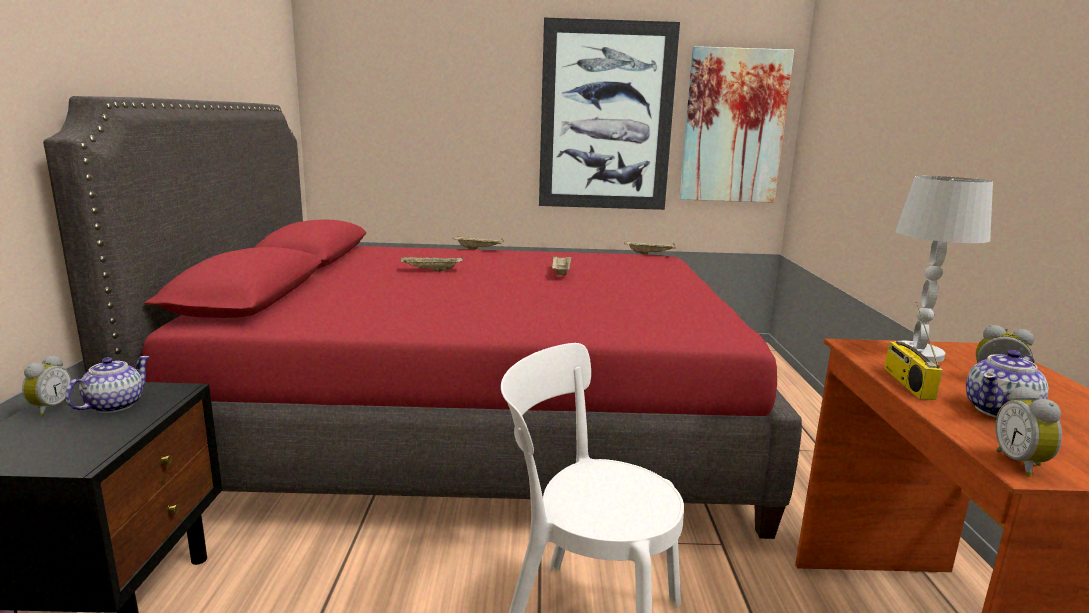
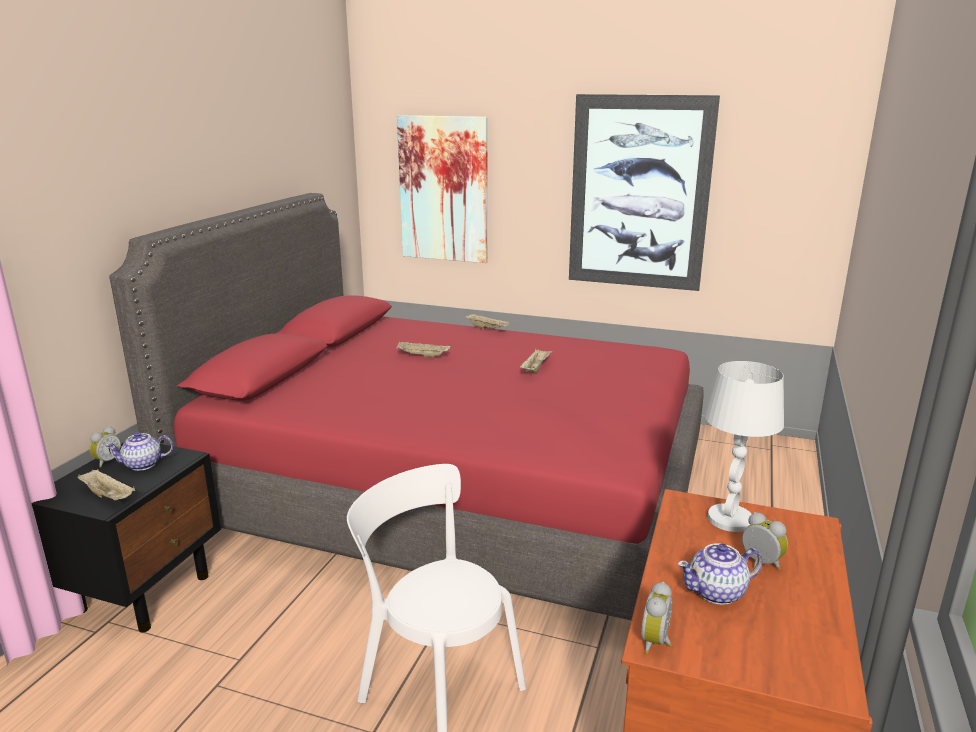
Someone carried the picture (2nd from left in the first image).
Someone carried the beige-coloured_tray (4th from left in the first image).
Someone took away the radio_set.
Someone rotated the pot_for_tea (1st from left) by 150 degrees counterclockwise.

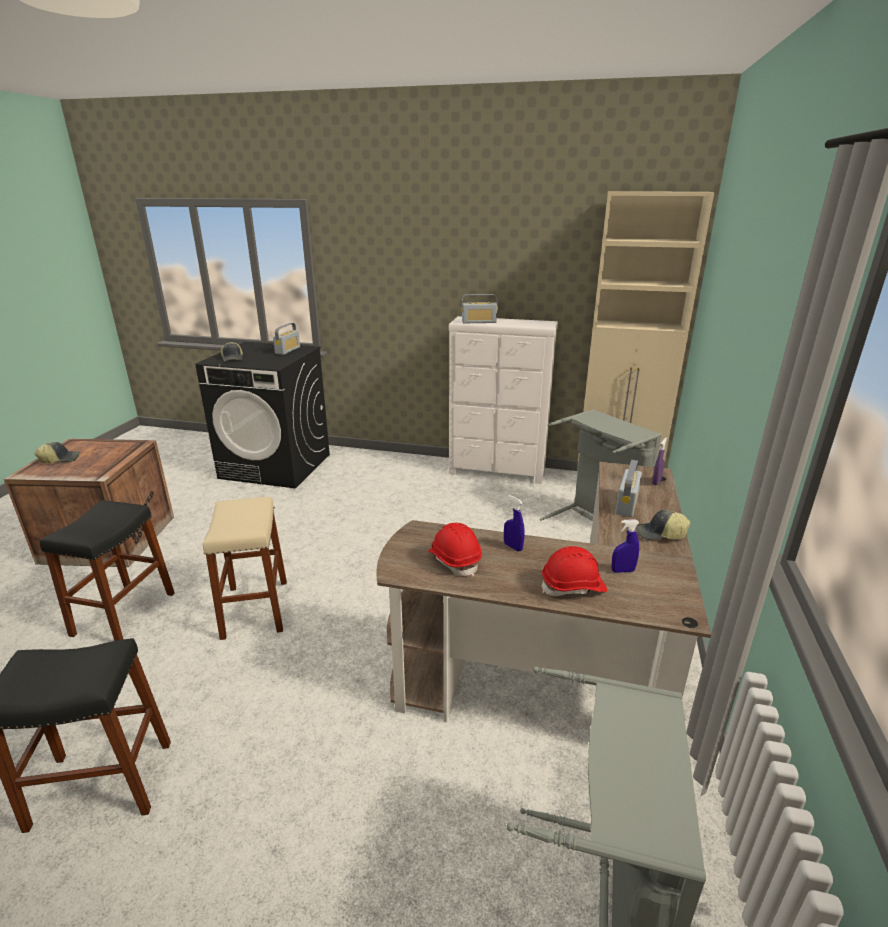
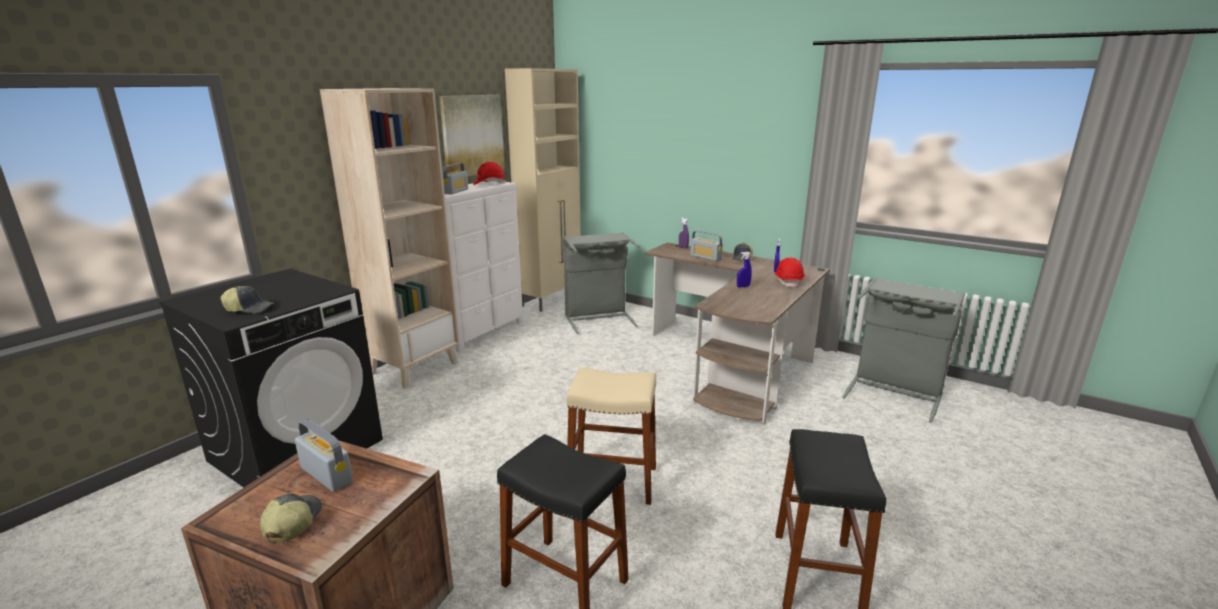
Someone carried the radio_set (1st from left).
Someone carried the reddish_work_helmet (1st from left).
Someone put down the beige-coloured_bookshelf.
Someone put up the picture.

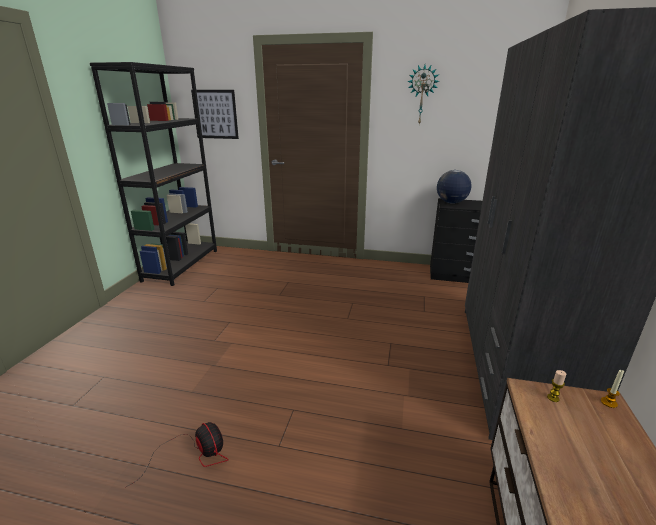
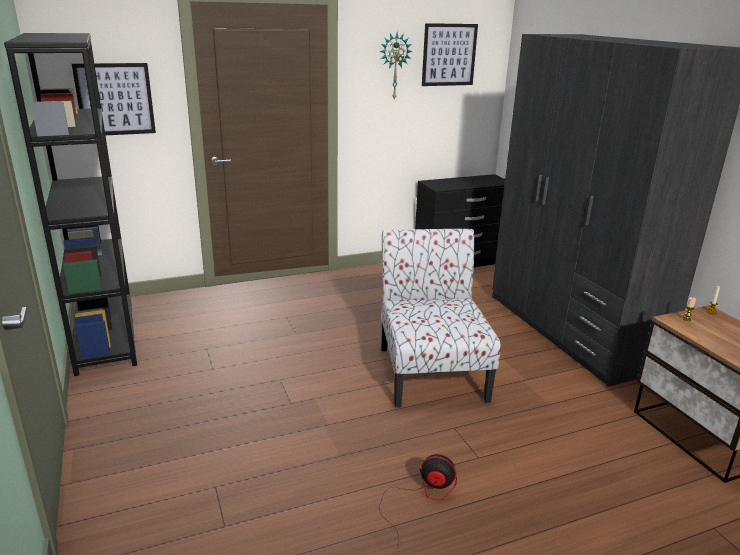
Someone took away the globe.
Someone put up the picture (2nd from left).
Someone put down the plain_chair.

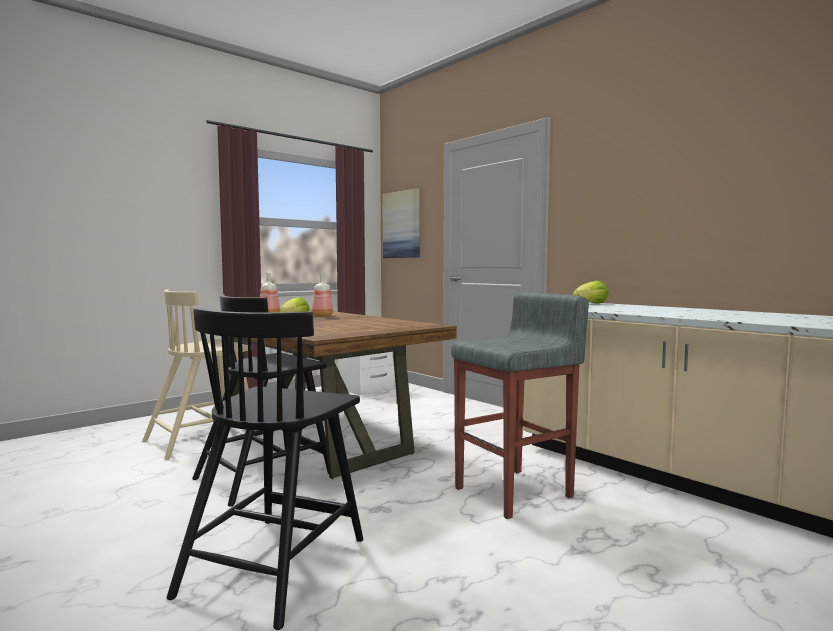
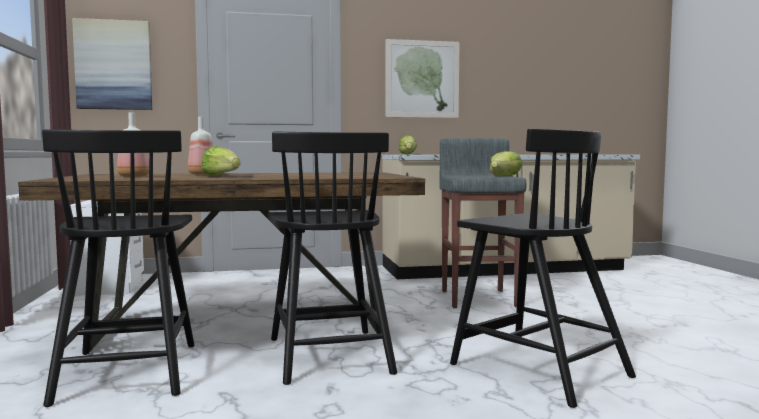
Someone repainted the beige-coloured_plain_chair, which became the black_plain_chair (1st from left).
Someone put up the picture (2nd from left).
Someone put down the head_of_lettuce (3rd from left).

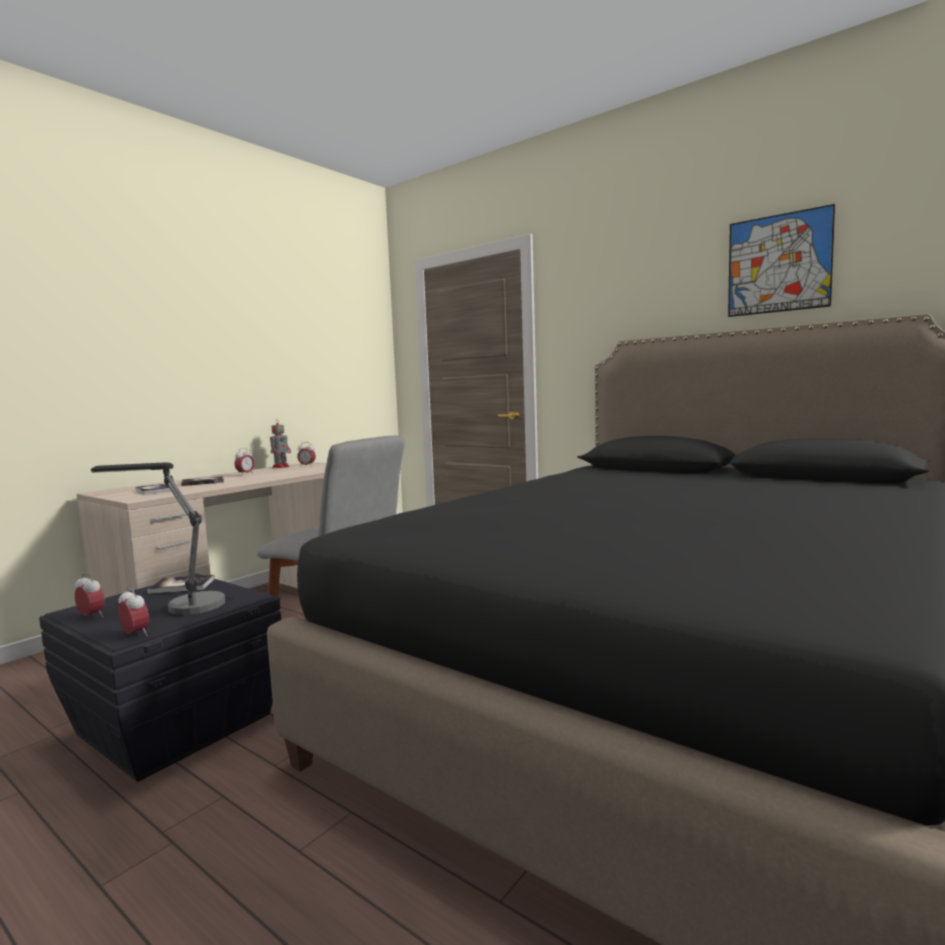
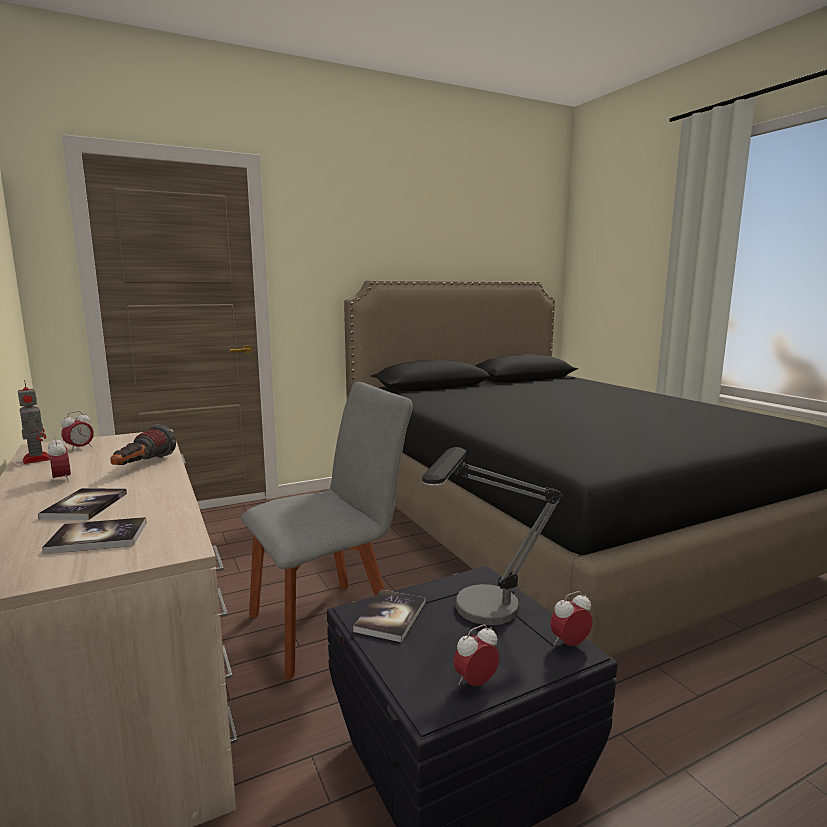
Someone took away the picture.
Someone put down the torch.

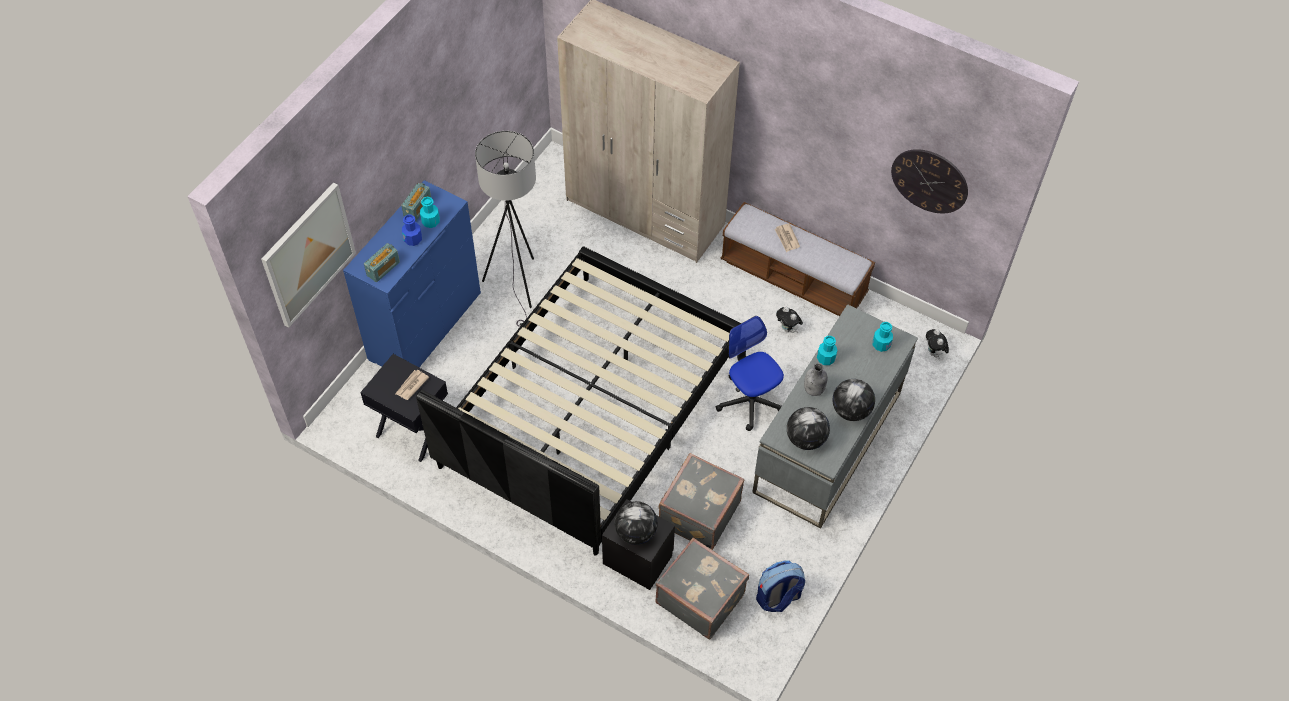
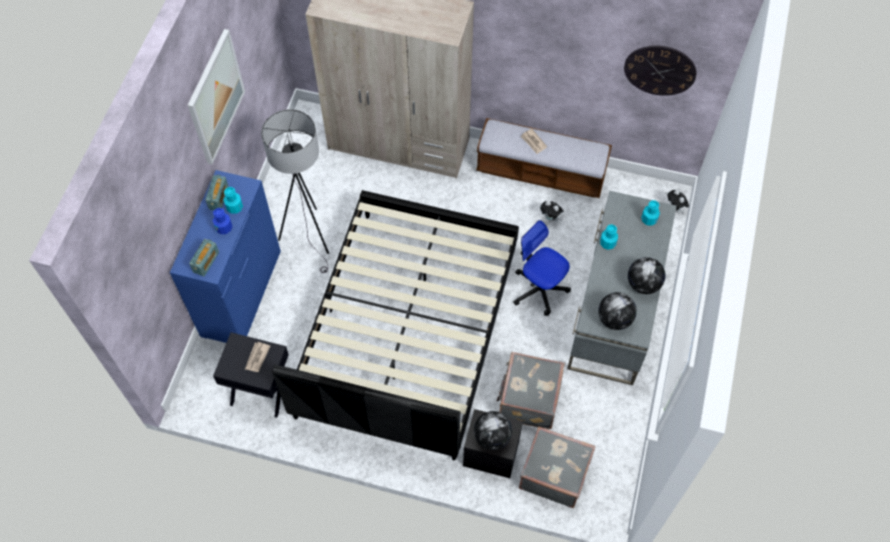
Someone carried the picture.
Someone took away the gray_bottle.
Someone took away the knapsack.

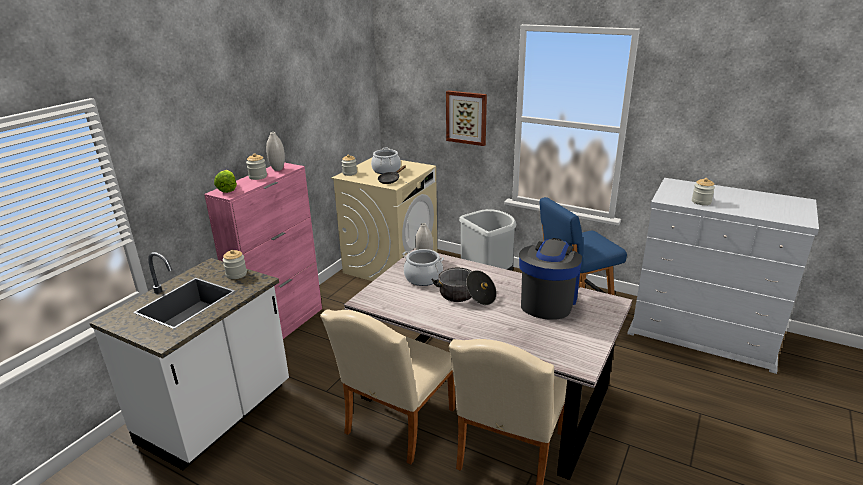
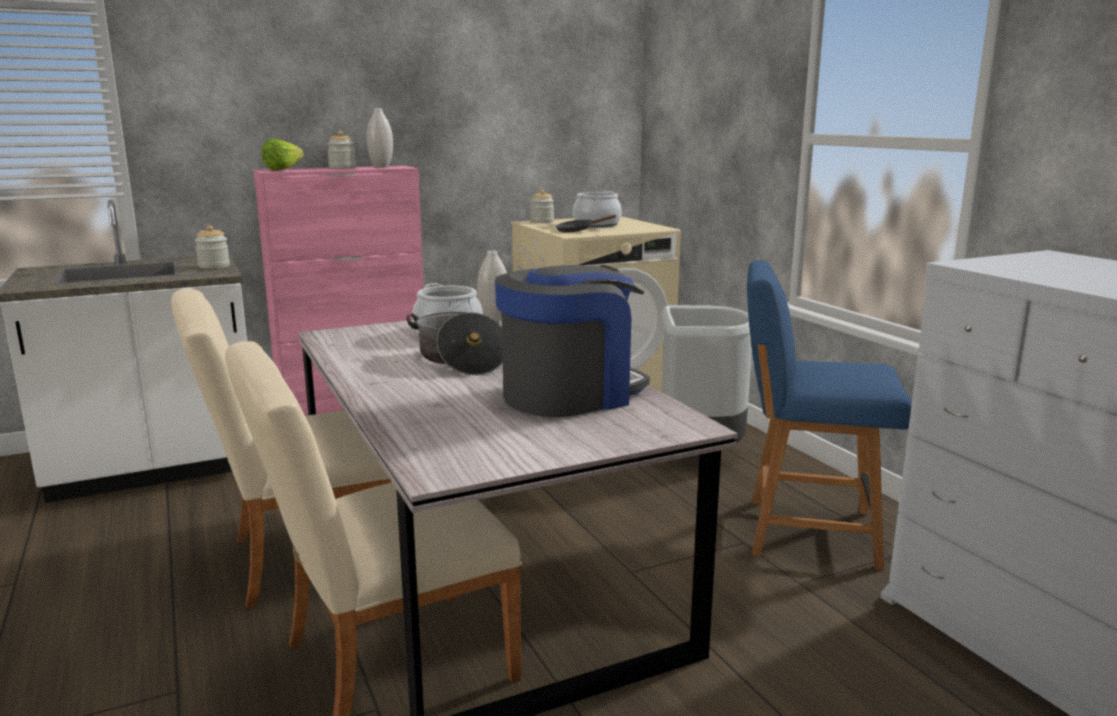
Someone took away the picture.
Someone took away the storage_jar (4th from left).

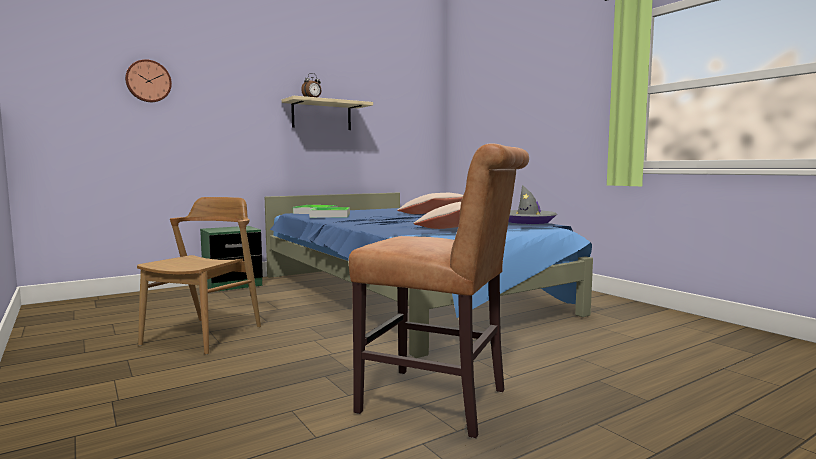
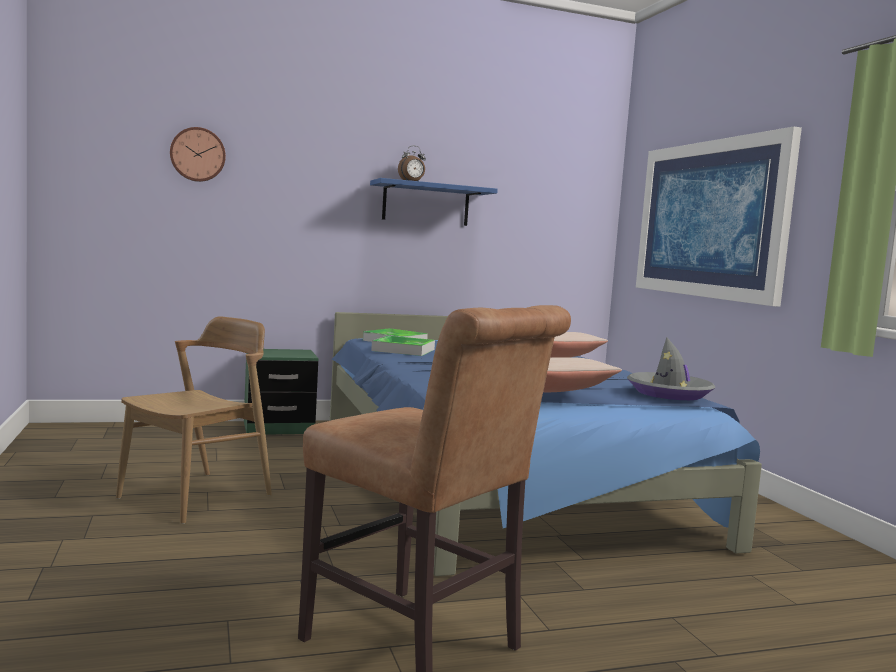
Someone repainted the beige-coloured_wall_shelf, which became the bluish_wall_shelf.
Someone put up the picture.

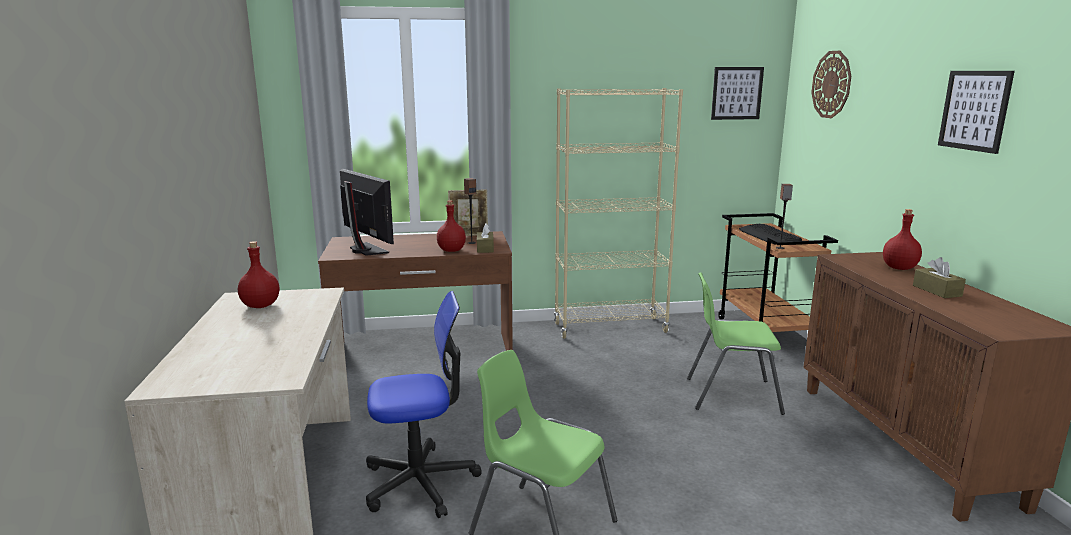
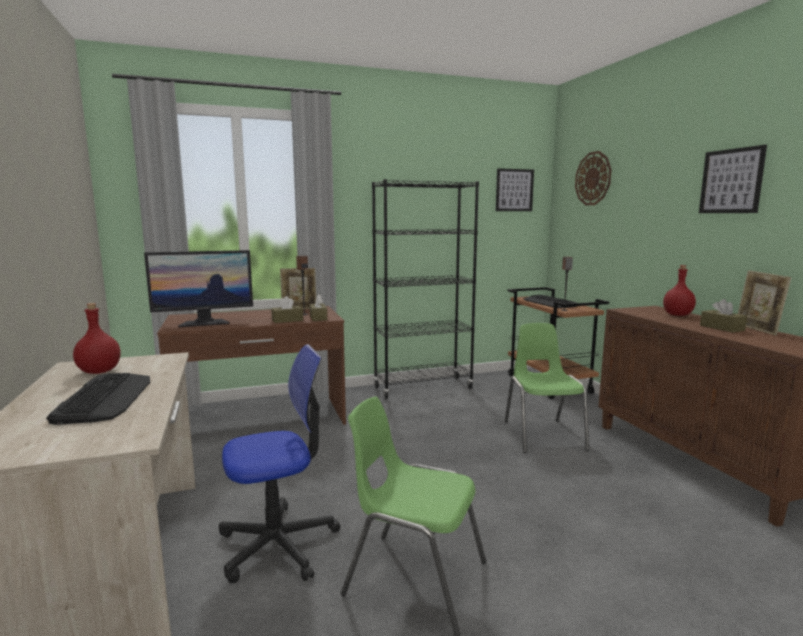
Someone repainted the beige-coloured_bookshelf, which became the black_bookshelf.
Someone rotated the computer_screen by 120 degrees clockwise.
Someone swapped the reddish_bottle (2nd from left) for the brown-coloured_tissue_box (1st from left).
Someone rotated the green_plain_chair (2nd from left) by 90 degrees clockwise.
Someone put down the photo_frame (2nd from left).
Someone put down the PC_keyboard (1st from left).

